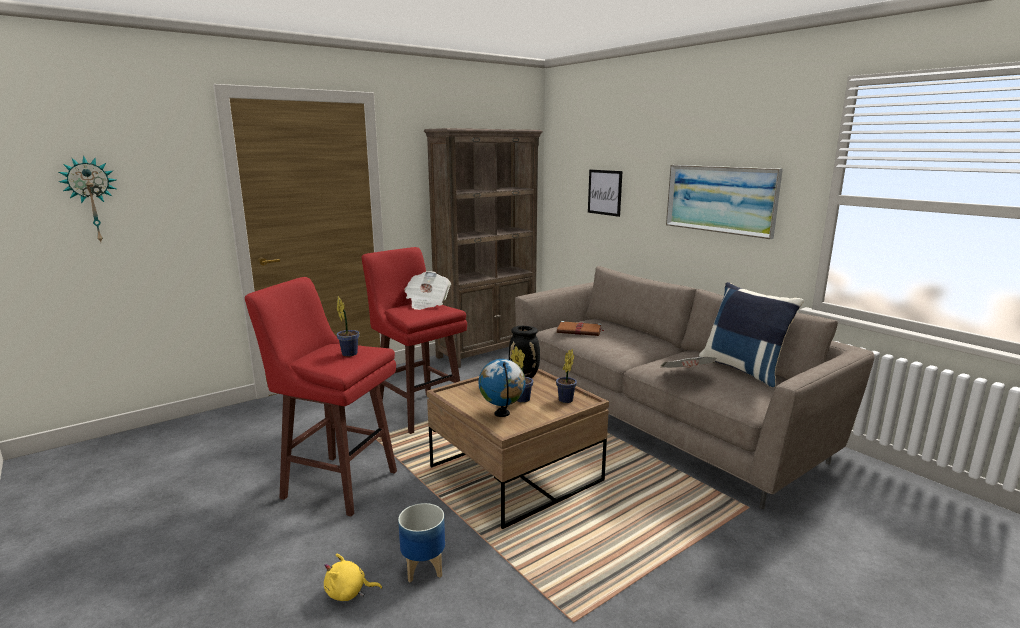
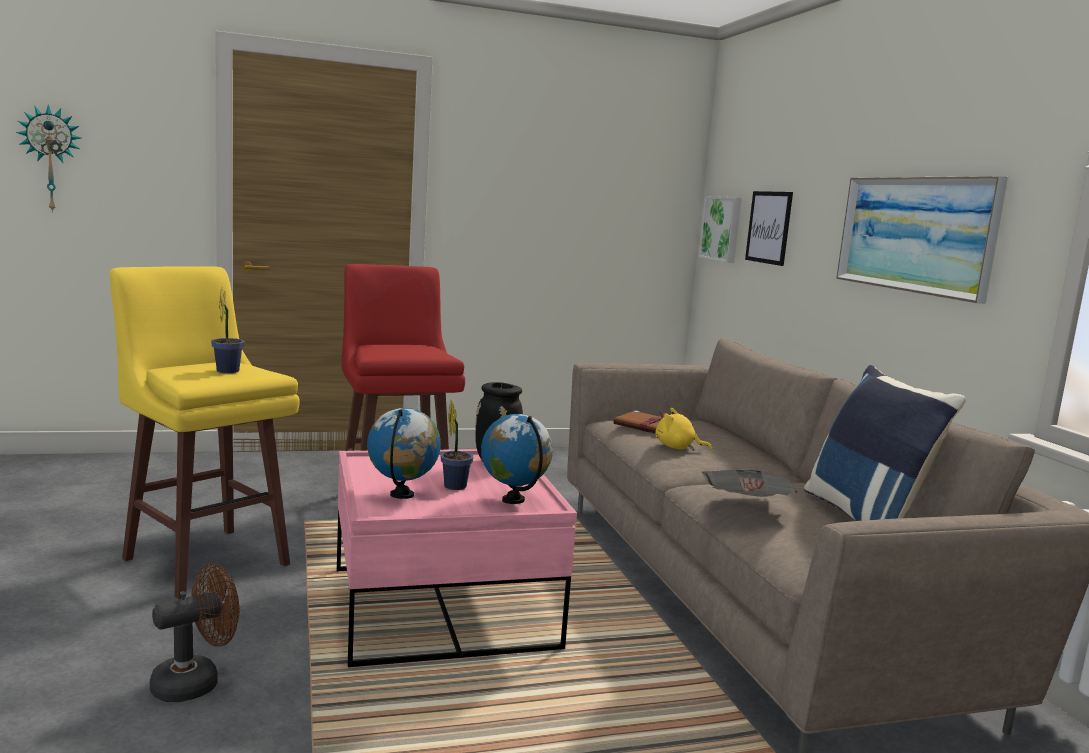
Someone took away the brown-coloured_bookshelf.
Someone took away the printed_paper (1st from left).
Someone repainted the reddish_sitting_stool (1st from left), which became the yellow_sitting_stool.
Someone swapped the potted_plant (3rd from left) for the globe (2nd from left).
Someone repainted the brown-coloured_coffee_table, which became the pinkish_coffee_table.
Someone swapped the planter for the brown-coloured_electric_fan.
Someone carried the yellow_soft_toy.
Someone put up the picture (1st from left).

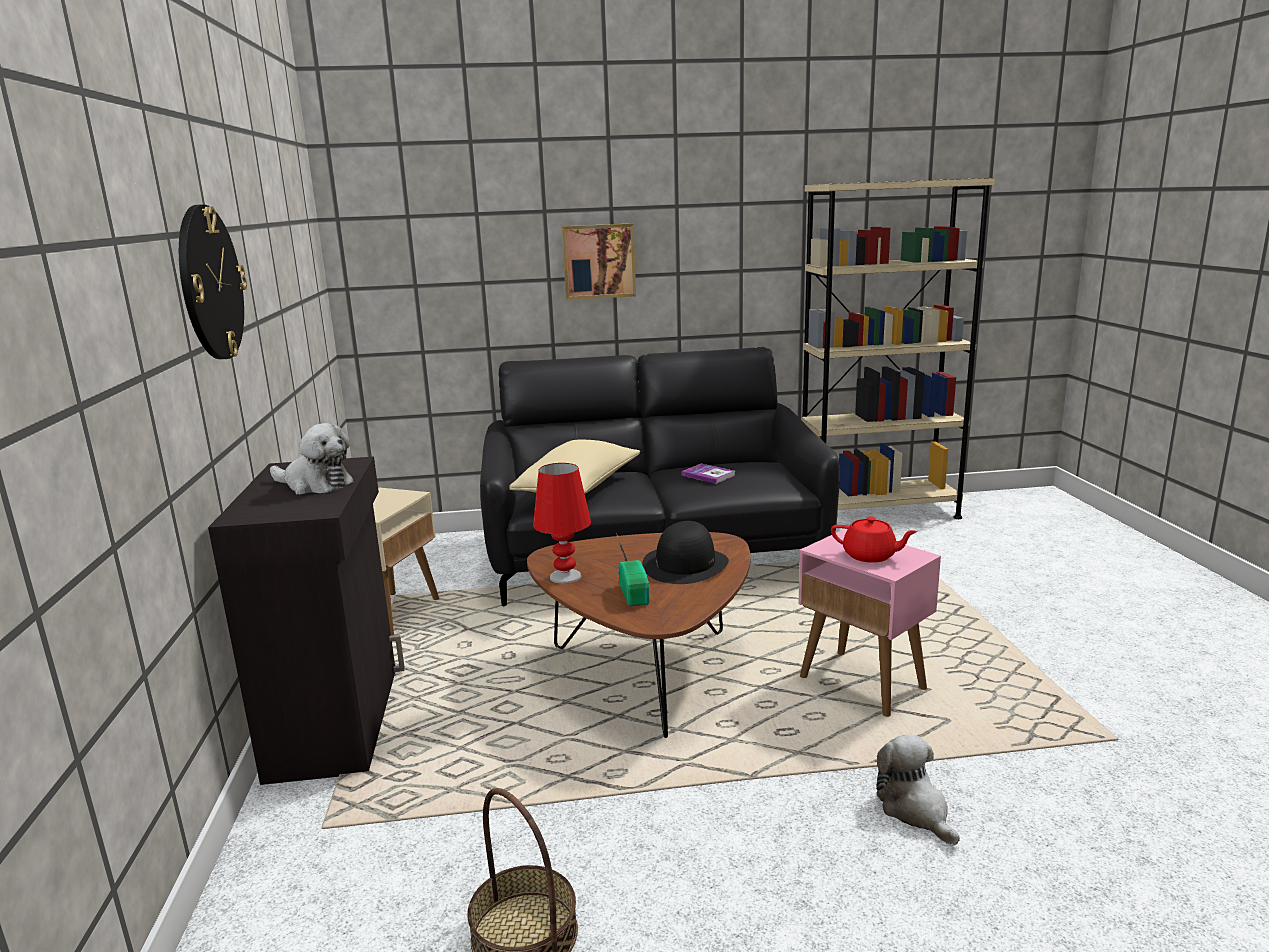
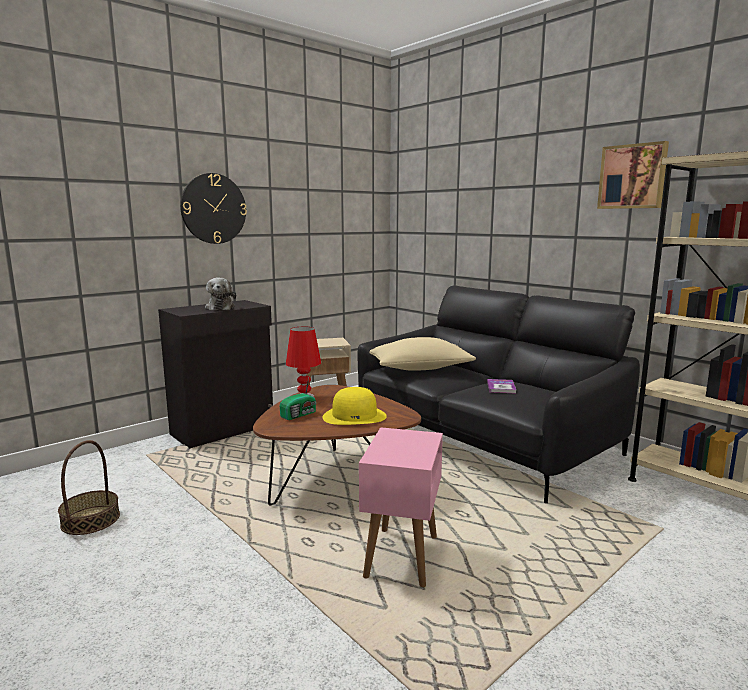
Someone carried the picture.
Someone took away the reddish_pot_for_tea.
Someone repainted the black_hat, which became the yellow_hat.
Someone took away the soft_toy (2nd from left).

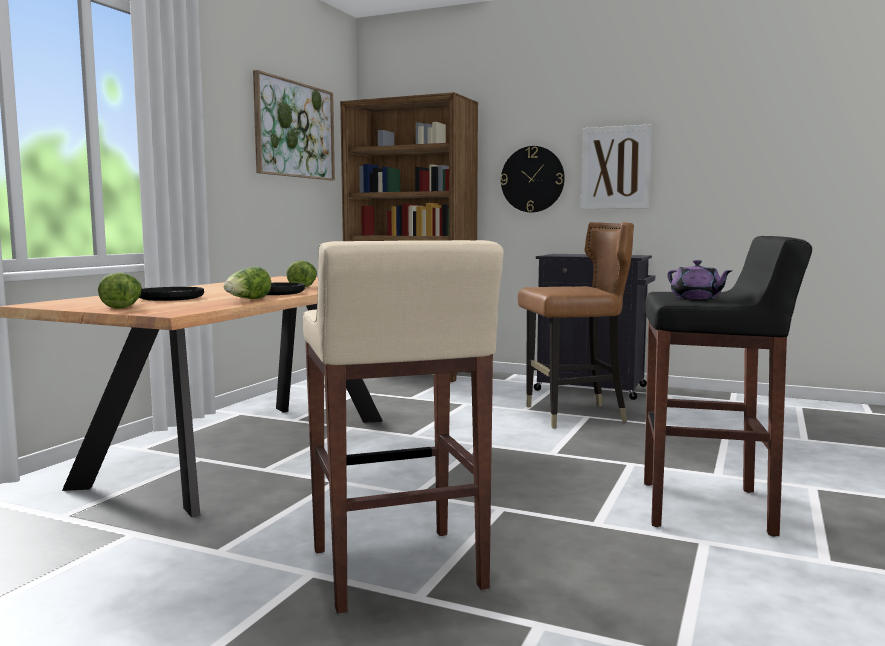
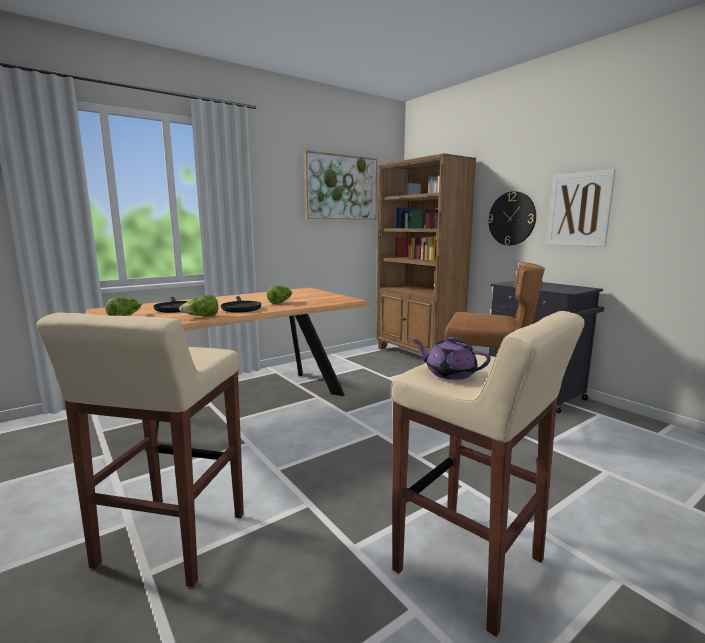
Someone repainted the black_sitting_stool, which became the beige-coloured_sitting_stool (2nd from left).
Someone rotated the purplish_pot_for_tea by 120 degrees clockwise.

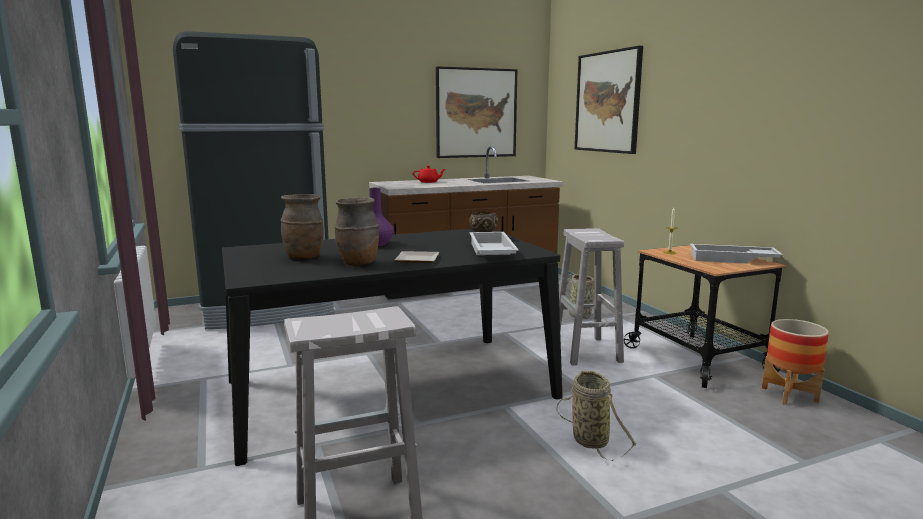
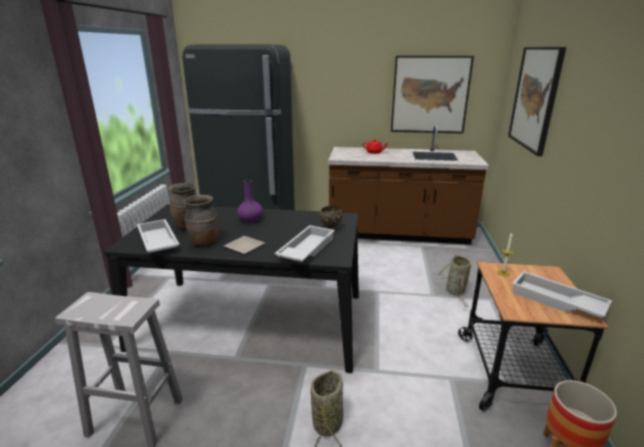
Someone took away the white_sitting_stool (2nd from left).
Someone put down the white_tray (1st from left).

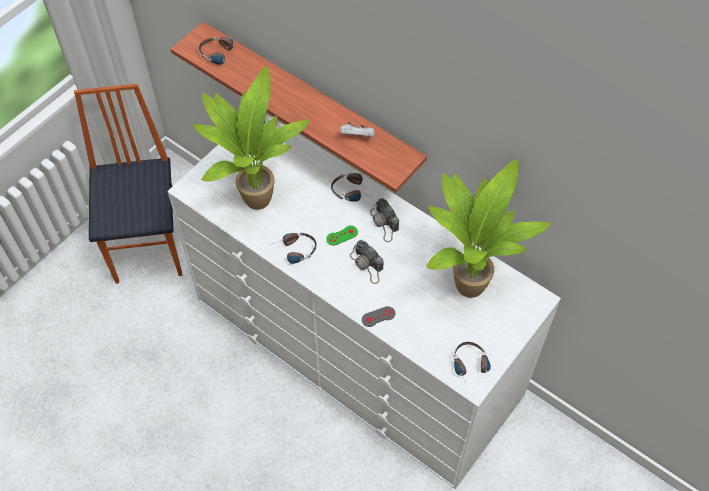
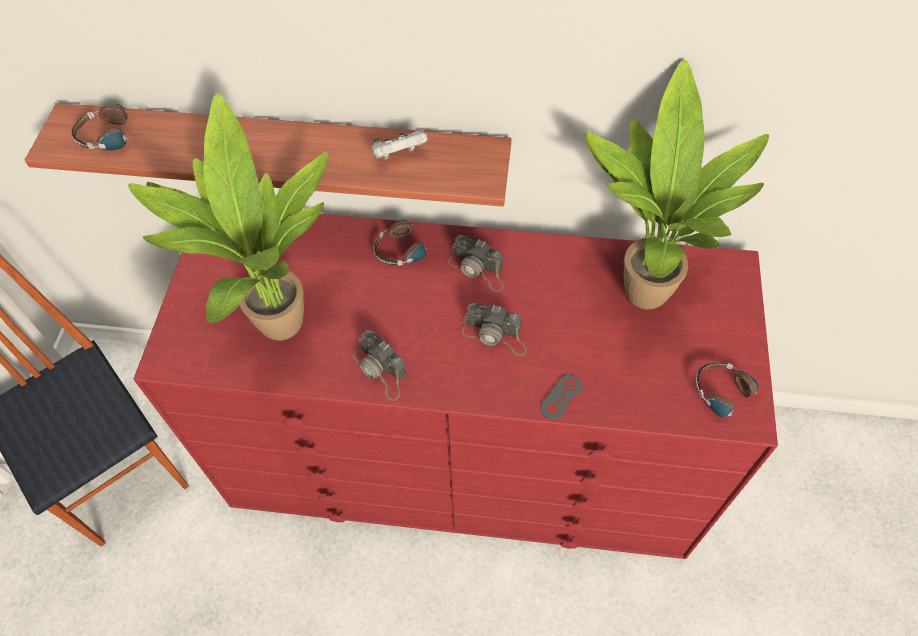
Someone repainted the white_drawer_chest, which became the reddish_drawer_chest.
Someone took away the green_gamepad.
Someone swapped the headset (2nd from left) for the still_camera (1st from left).

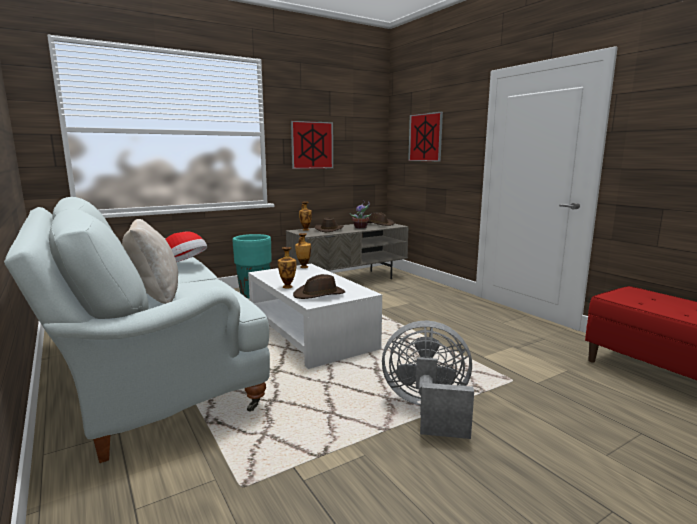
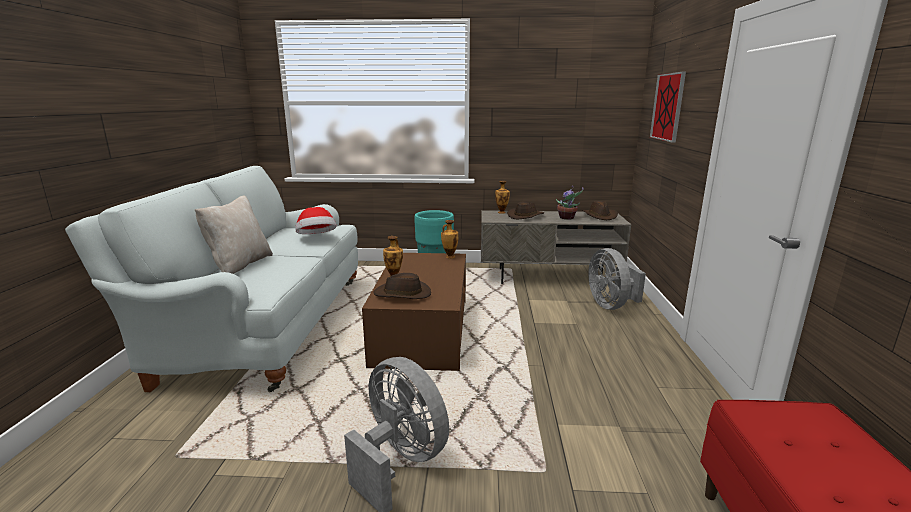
Someone took away the picture (1st from left).
Someone repainted the white_coffee_table, which became the brown-coloured_coffee_table.
Someone put down the gray_electric_fan (2nd from left).

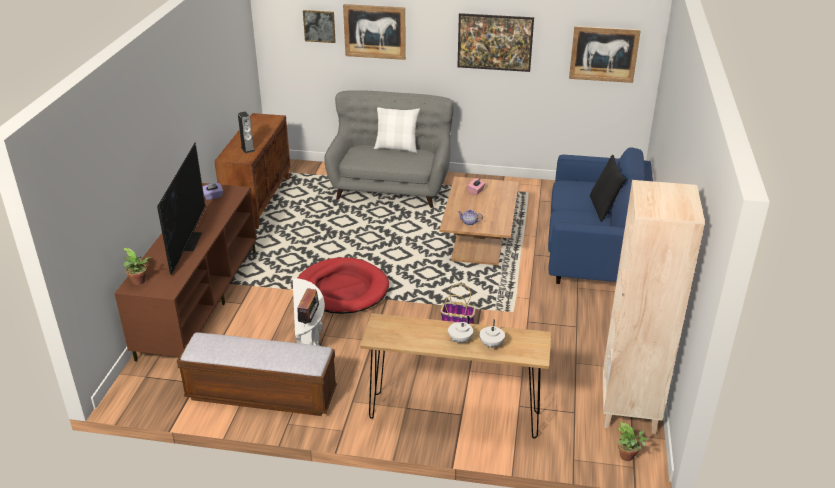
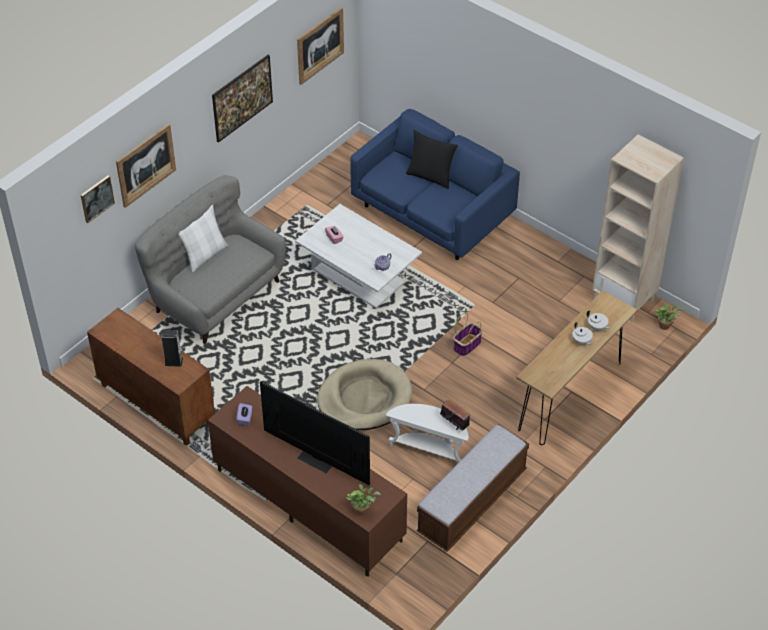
Someone repainted the brown-coloured_coffee_table, which became the white_coffee_table.
Someone repainted the reddish_pet_bed, which became the beige-coloured_pet_bed.

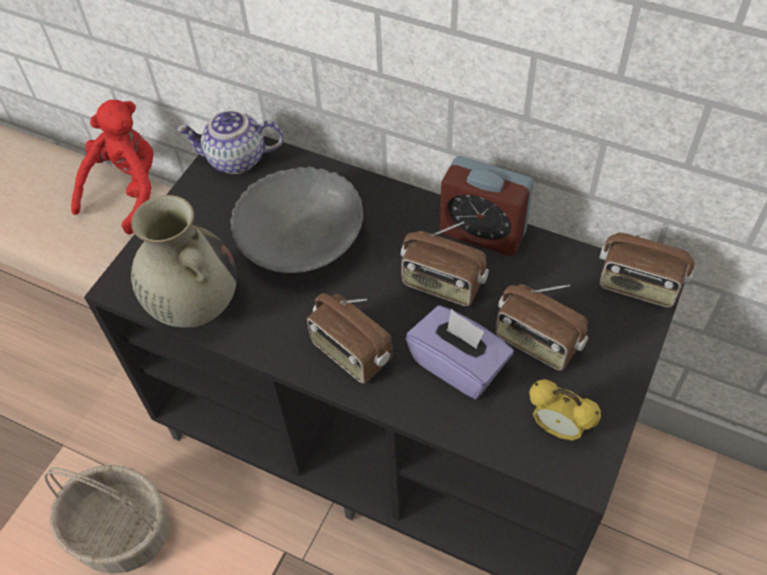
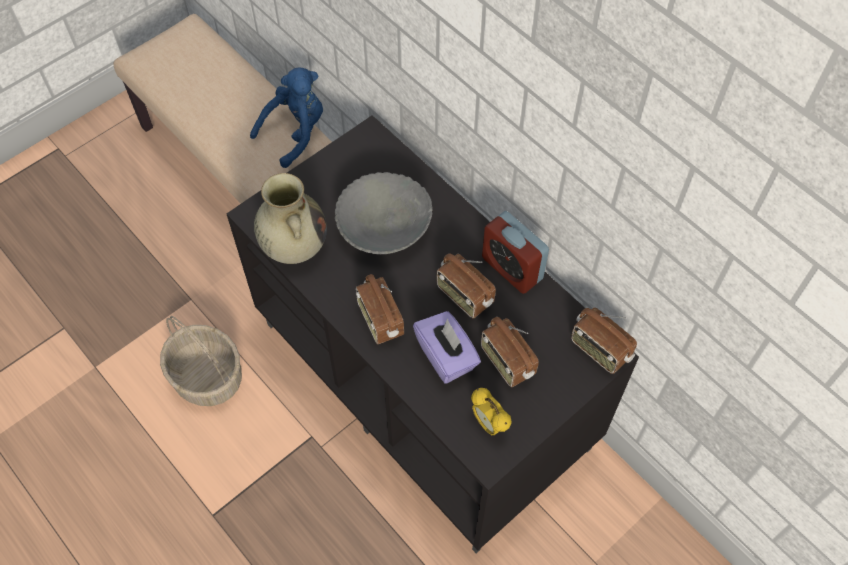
Someone repainted the reddish_soft_toy, which became the bluish_soft_toy.
Someone took away the pot_for_tea.

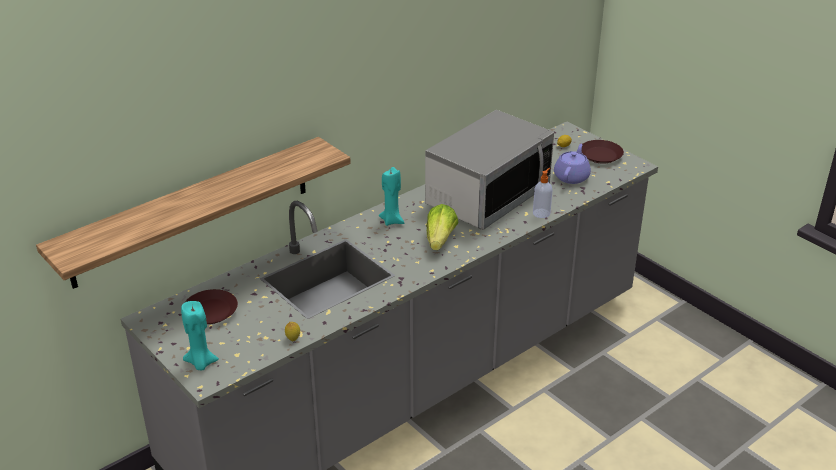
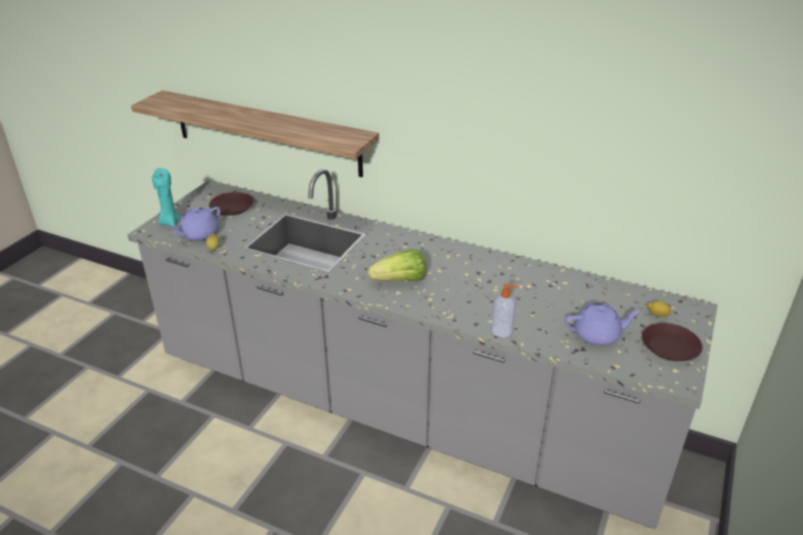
Someone took away the microwave_oven.
Someone took away the blue-green_candle (2nd from left).
Someone put down the purplish_pot_for_tea (1st from left).

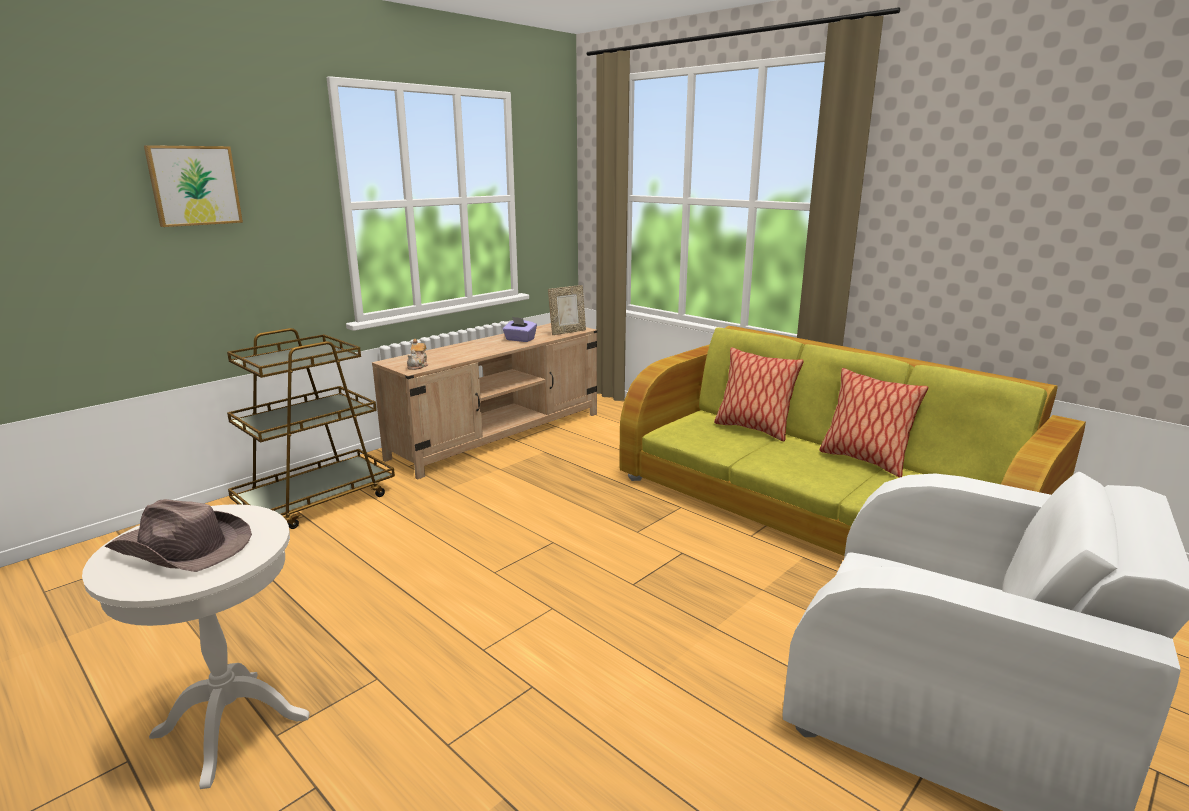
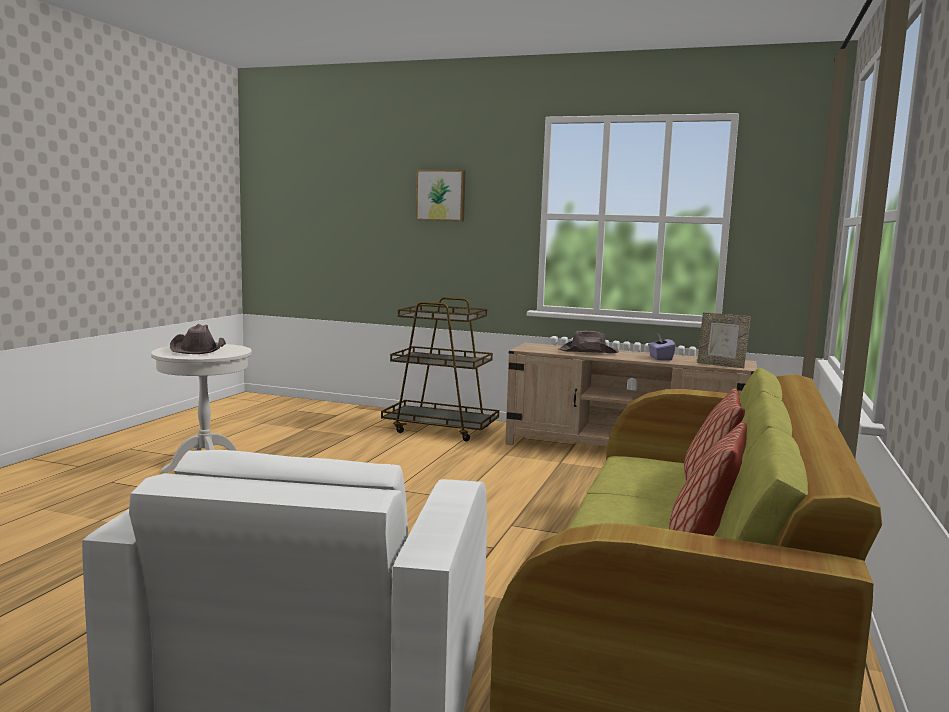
Someone took away the pot_for_tea.
Someone put down the brown-coloured_hat (2nd from left).

